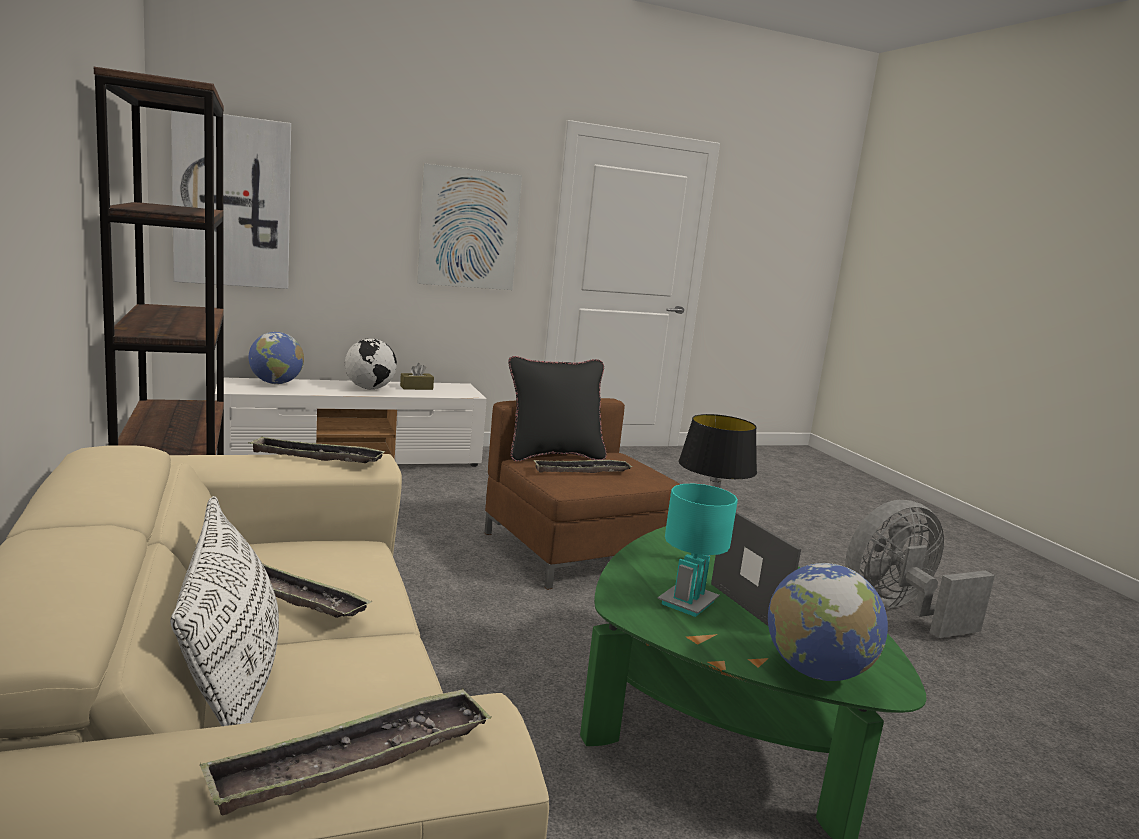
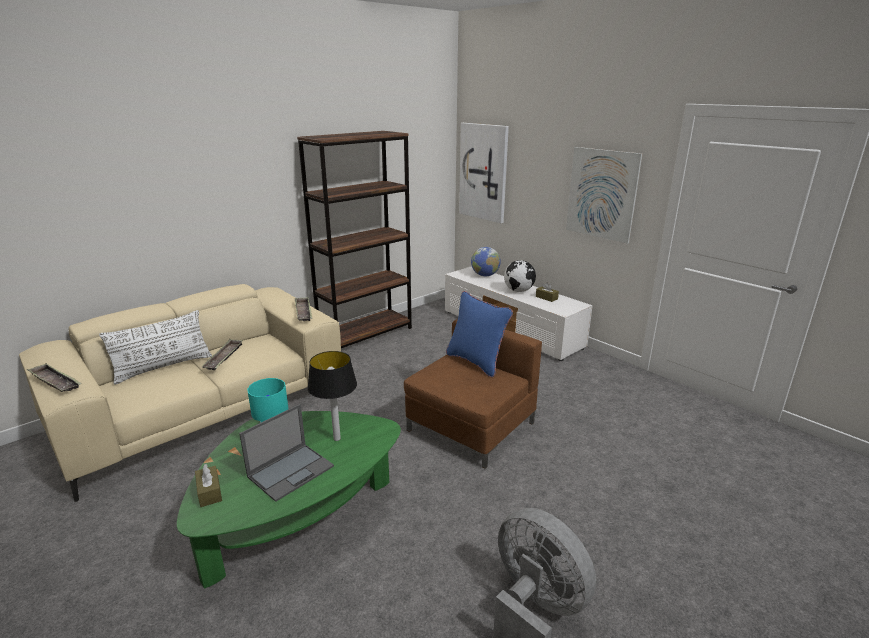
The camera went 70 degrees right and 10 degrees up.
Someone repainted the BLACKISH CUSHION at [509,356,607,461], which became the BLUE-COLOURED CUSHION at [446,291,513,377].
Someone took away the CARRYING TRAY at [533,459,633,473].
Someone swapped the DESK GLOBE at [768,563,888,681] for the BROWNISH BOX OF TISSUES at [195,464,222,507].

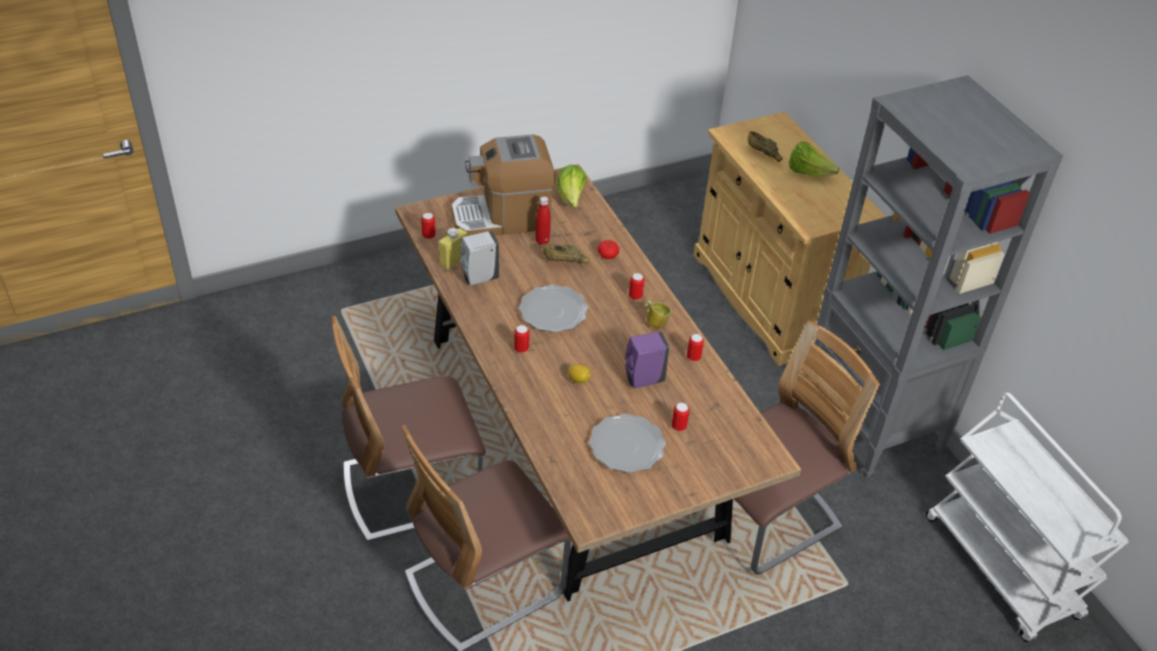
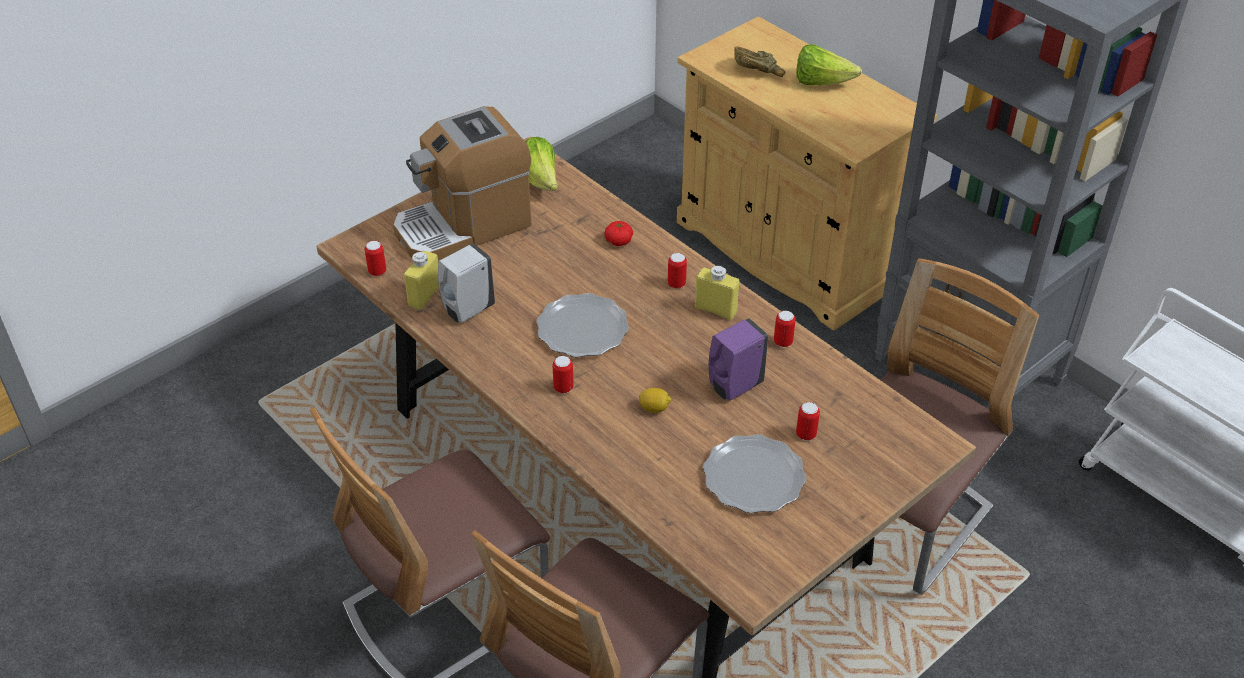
The camera went 15 degrees left and 0 degrees up.
Someone took away the REDDISH DRINK BOTTLE at [535,196,551,245].
Someone took away the BROWNISH BOWL at [542,244,589,263].
Someone swapped the COFFEE MUG at [644,300,671,328] for the YELLOWISH DRINK BOTTLE at [695,266,740,320].

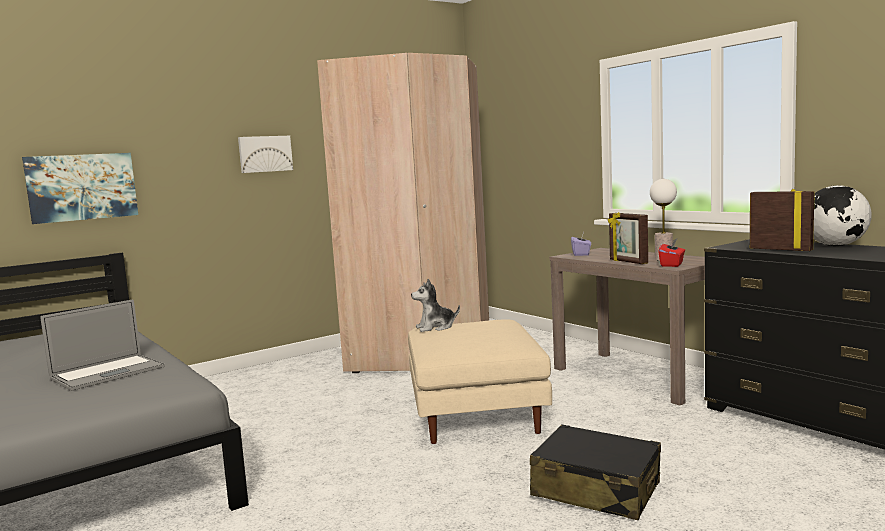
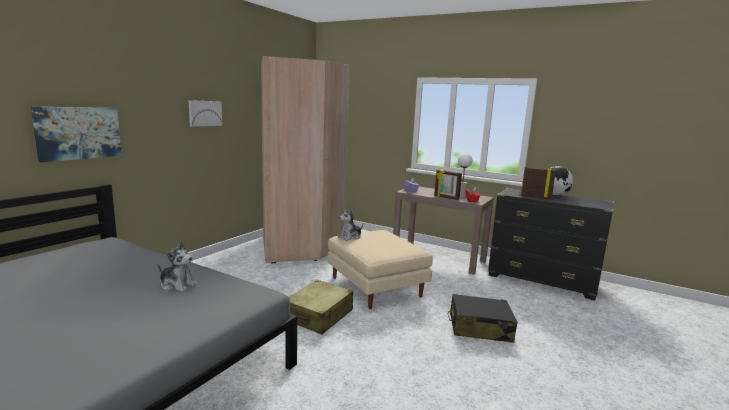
The camera went 25 degrees left and 5 degrees up.
Someone swapped the NOTEBOOK COMPUTER at [41,299,165,391] for the SOFT TOY at [158,241,198,292].
Someone put down the BEIGE-COLOURED PIECE OF LUGGAGE at [289,280,353,335].

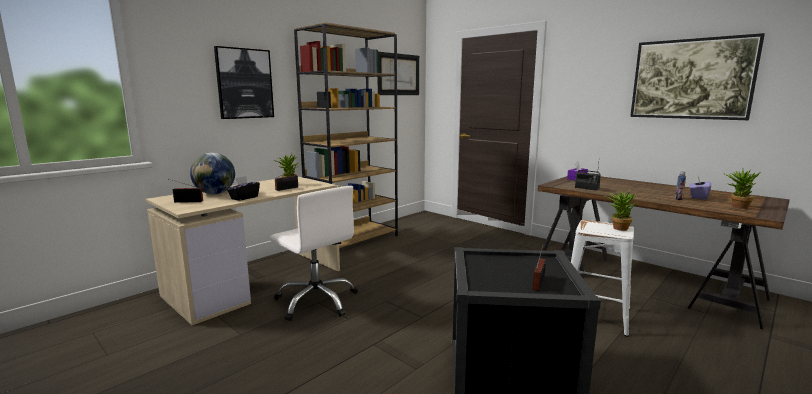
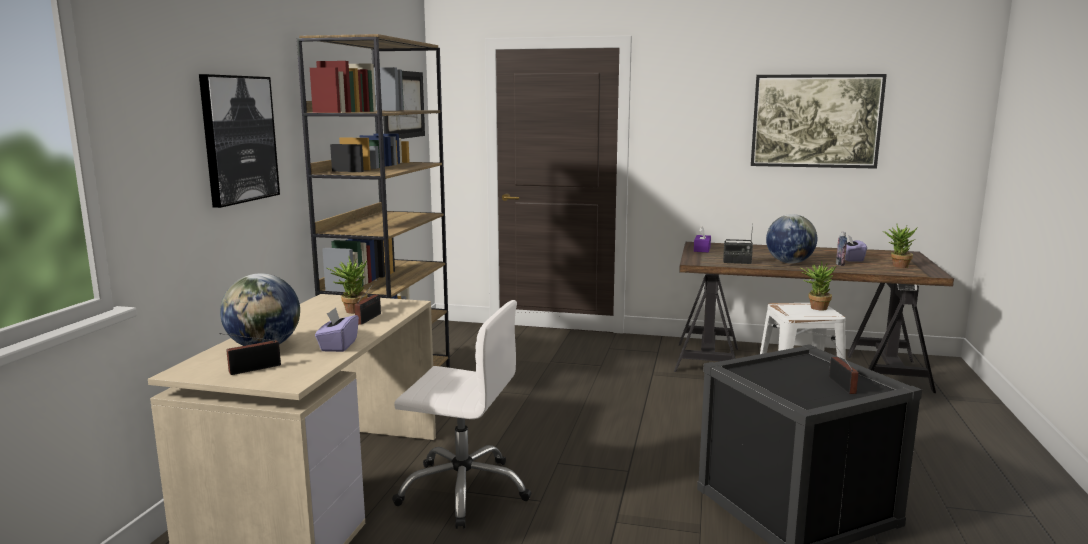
The camera went 30 degrees left and 0 degrees up.
Someone repainted the BLACKISH BOX OF TISSUES at [227,176,260,201], which became the PURPLISH BOX OF TISSUES at [315,307,359,352].
Someone put down the DESK GLOBE at [766,214,817,264].

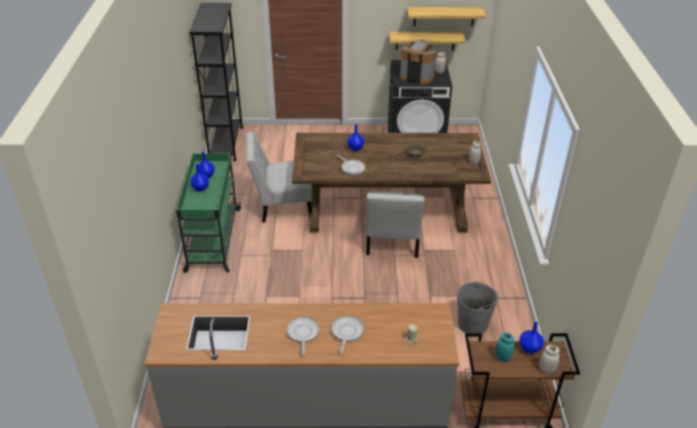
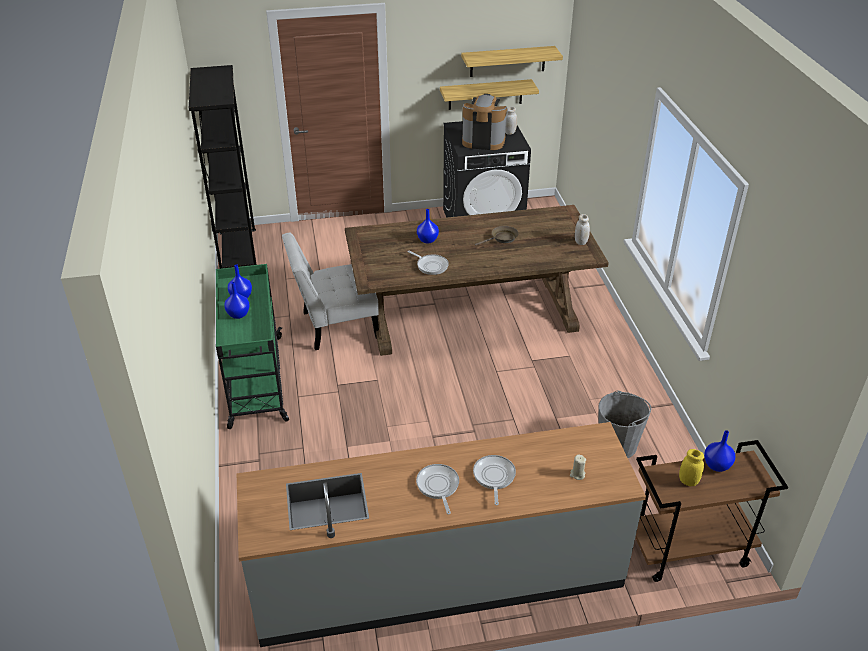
The camera went 10 degrees left and 0 degrees up.
Someone took away the WHITE PLAIN CHAIR at [366,191,425,258].
Someone repainted the TURQUOISE-COLOURED STORAGE JAR at [495,332,514,362], which became the YELLOWISH STORAGE JAR at [679,449,704,486].
Someone took away the WHITE STORAGE JAR at [539,345,560,374].

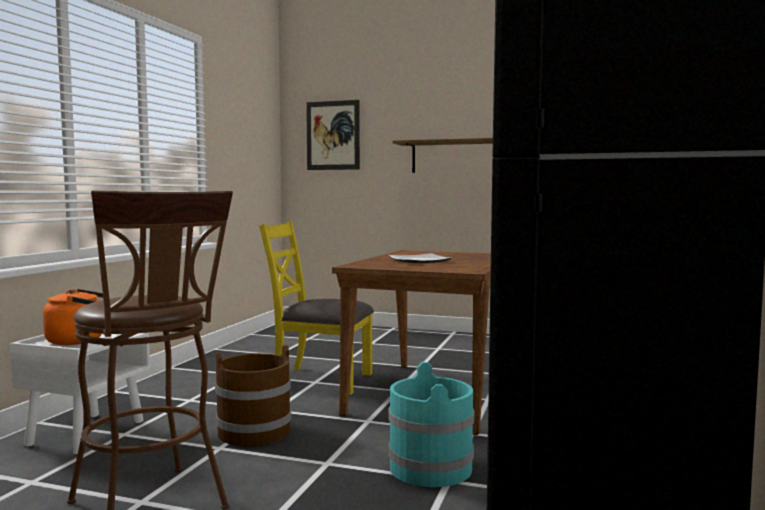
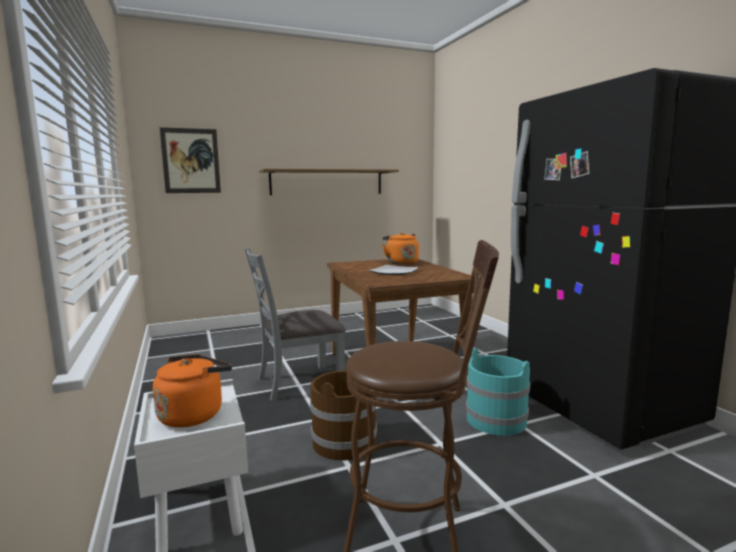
The camera went 40 degrees left and 5 degrees up.
Someone repainted the YELLOWISH PLAIN CHAIR at [259,221,374,395], which became the GRAY PLAIN CHAIR at [244,248,346,401].
Someone put down the ORANGE-COLOURED WATER KETTLE at [382,232,419,264].

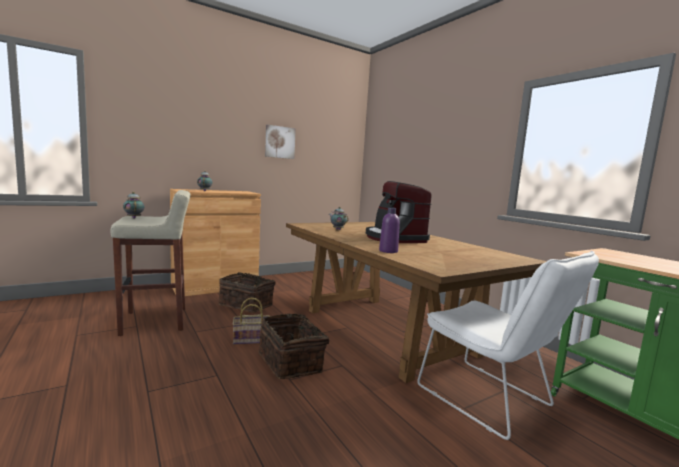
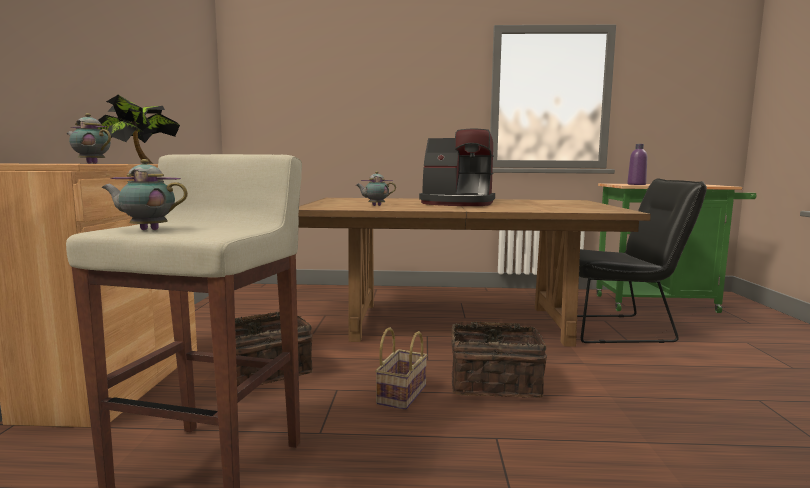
The camera went 55 degrees left and 0 degrees up.
Someone took away the PICTURE at [265,125,296,159].
Someone carried the PURPLISH DRINK BOTTLE from [379,207,400,253] to [627,144,647,185].
Someone repainted the WHITE PLAIN CHAIR at [417,251,599,440], which became the BLACKISH PLAIN CHAIR at [577,179,707,343].
Someone put down the POTTED PLANT at [97,95,180,164].

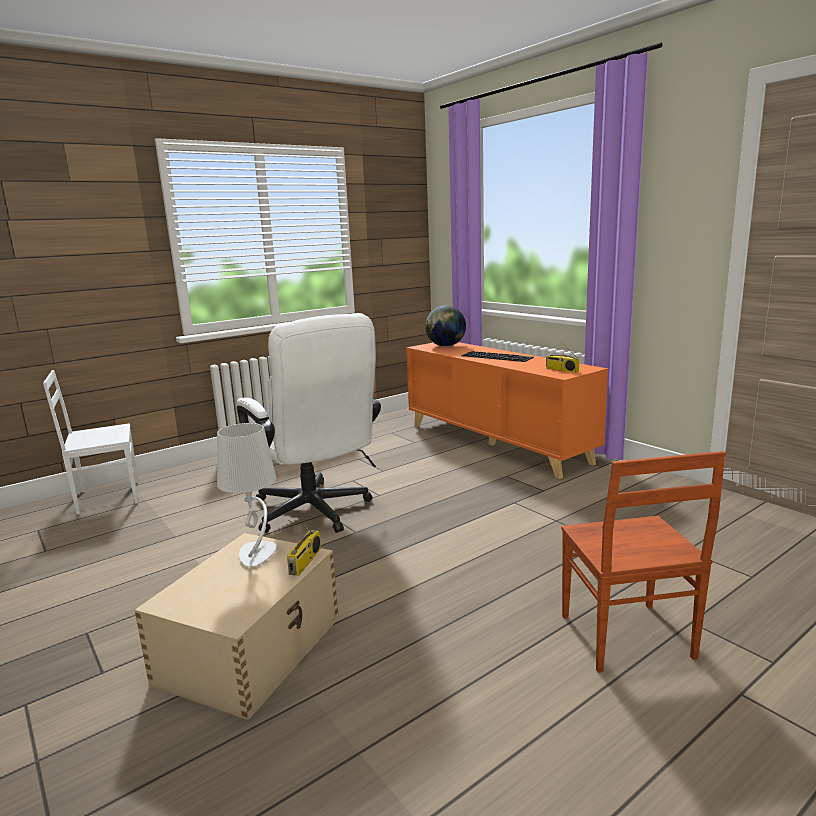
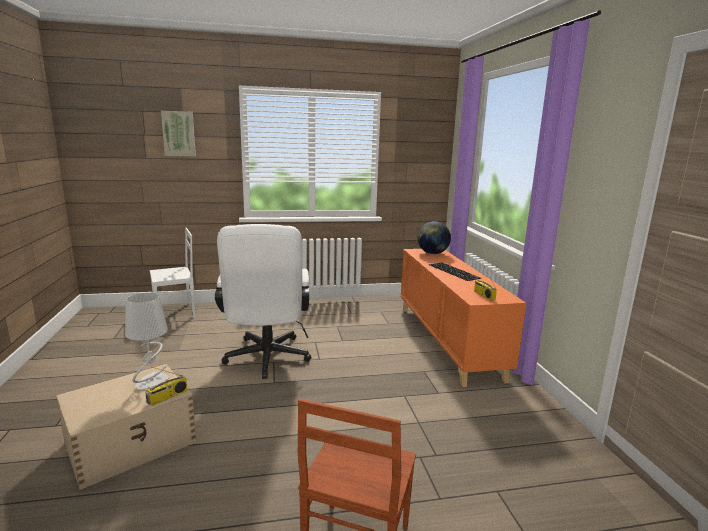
The camera went 25 degrees right and 0 degrees up.
Someone rotated the WHITE PLAIN CHAIR at [43,370,139,515] by 150 degrees clockwise.
Someone put up the PICTURE at [161,111,196,156].

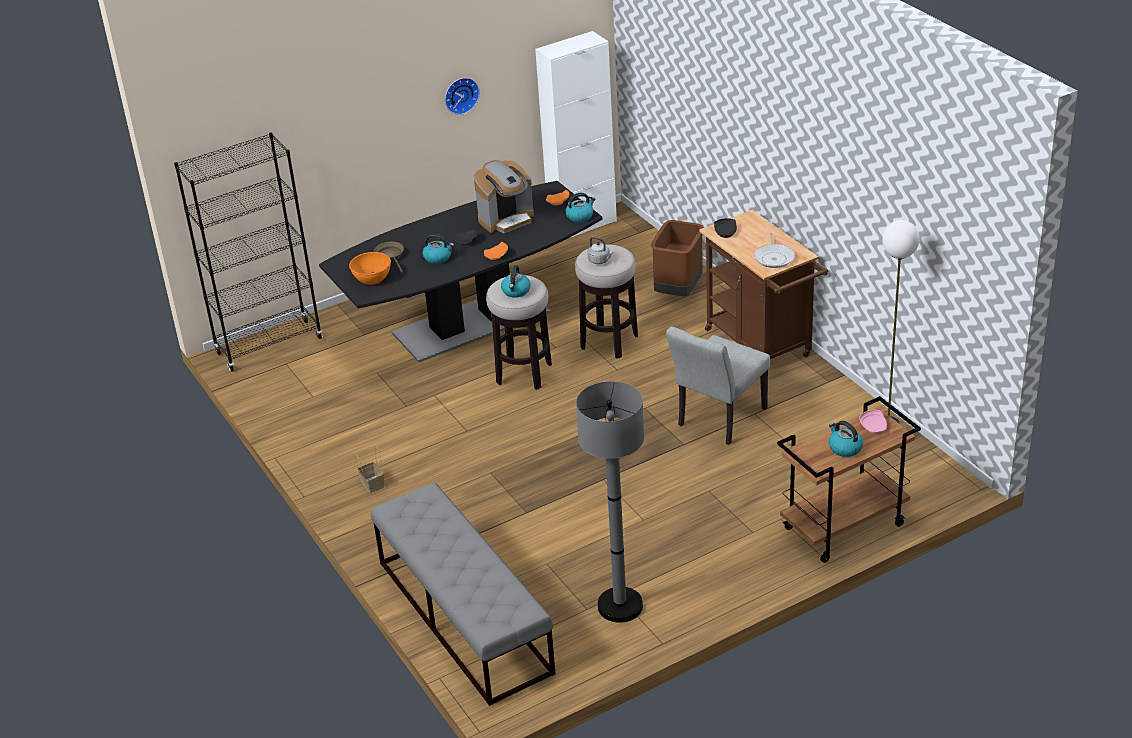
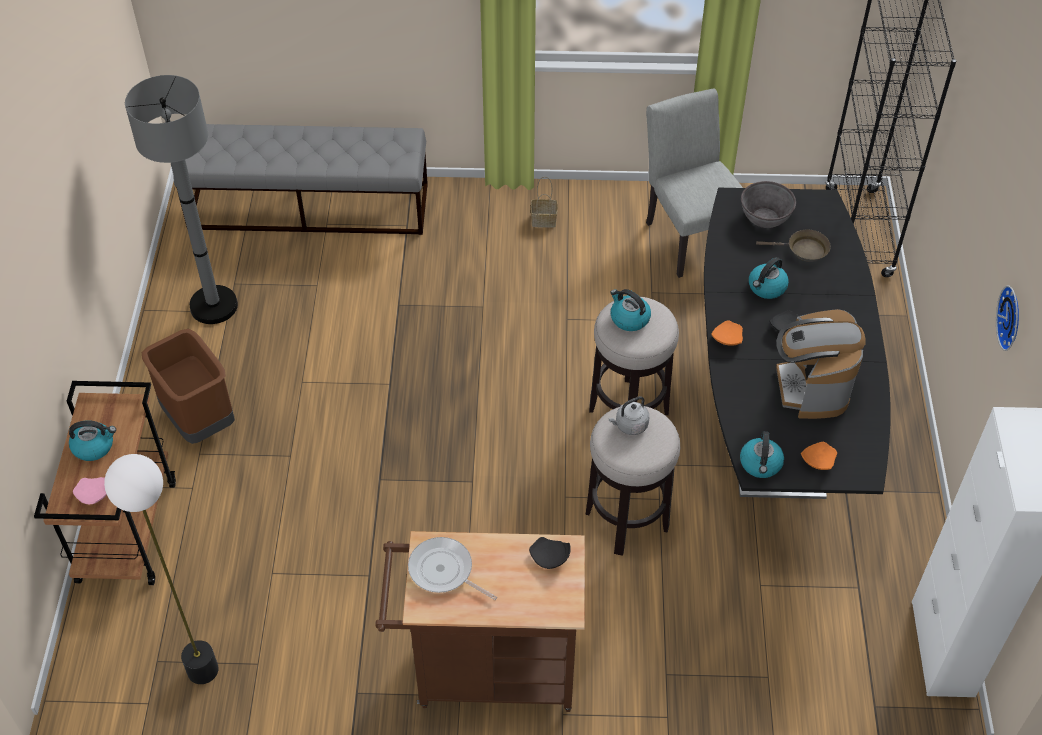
The camera went 120 degrees right and 15 degrees up.
Someone repainted the ORANGE-COLOURED BOWL at [349,252,391,285], which became the GRAY BOWL at [741,181,796,228].
Someone carried the BROWNISH WASTE BIN from [651,220,704,296] to [142,329,235,444].
Someone carried the GRAY PLAIN CHAIR from [666,326,770,445] to [646,88,743,278].

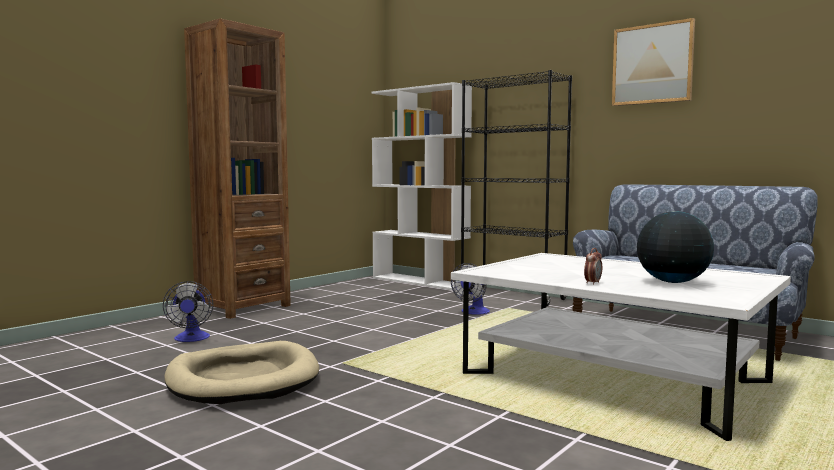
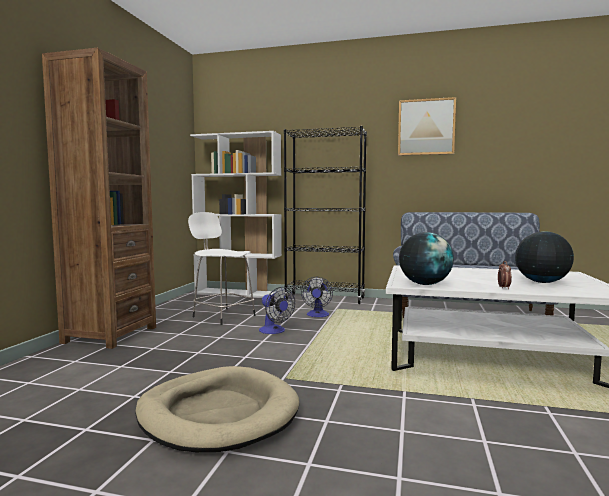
The camera went 25 degrees left and 0 degrees up.
Someone carried the FAN from [163,281,213,342] to [259,287,295,334].
Someone put down the WHITE STOOL at [188,212,256,325].
Someone put down the DESK GLOBE at [399,232,454,285].

